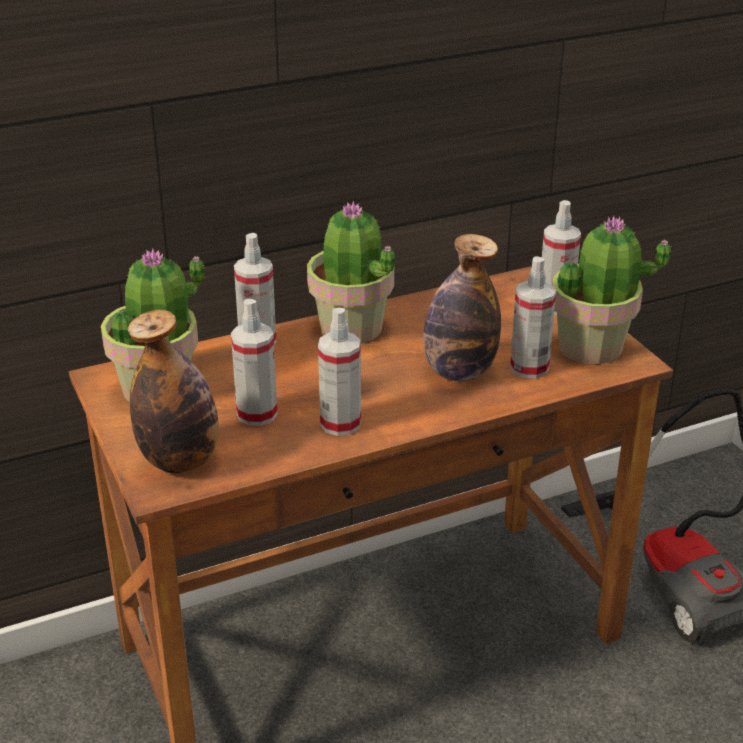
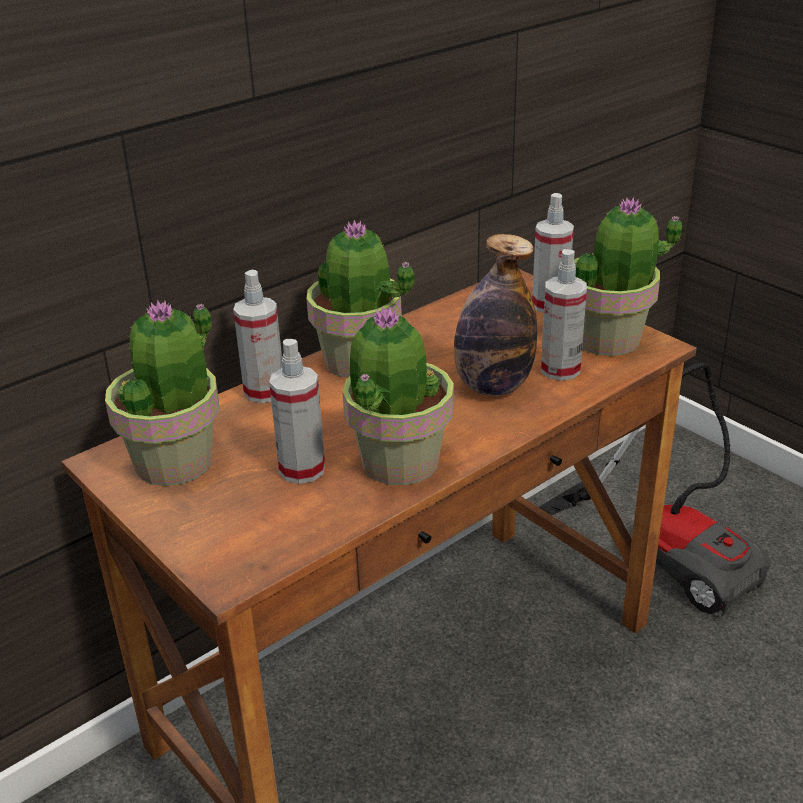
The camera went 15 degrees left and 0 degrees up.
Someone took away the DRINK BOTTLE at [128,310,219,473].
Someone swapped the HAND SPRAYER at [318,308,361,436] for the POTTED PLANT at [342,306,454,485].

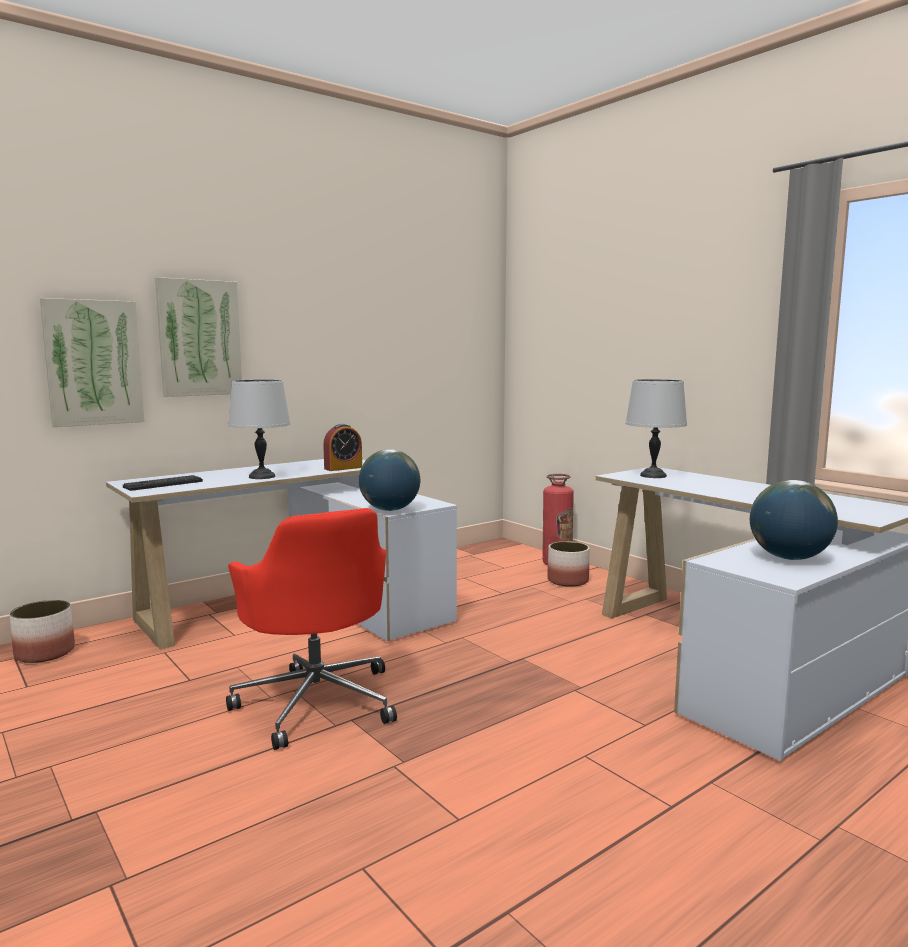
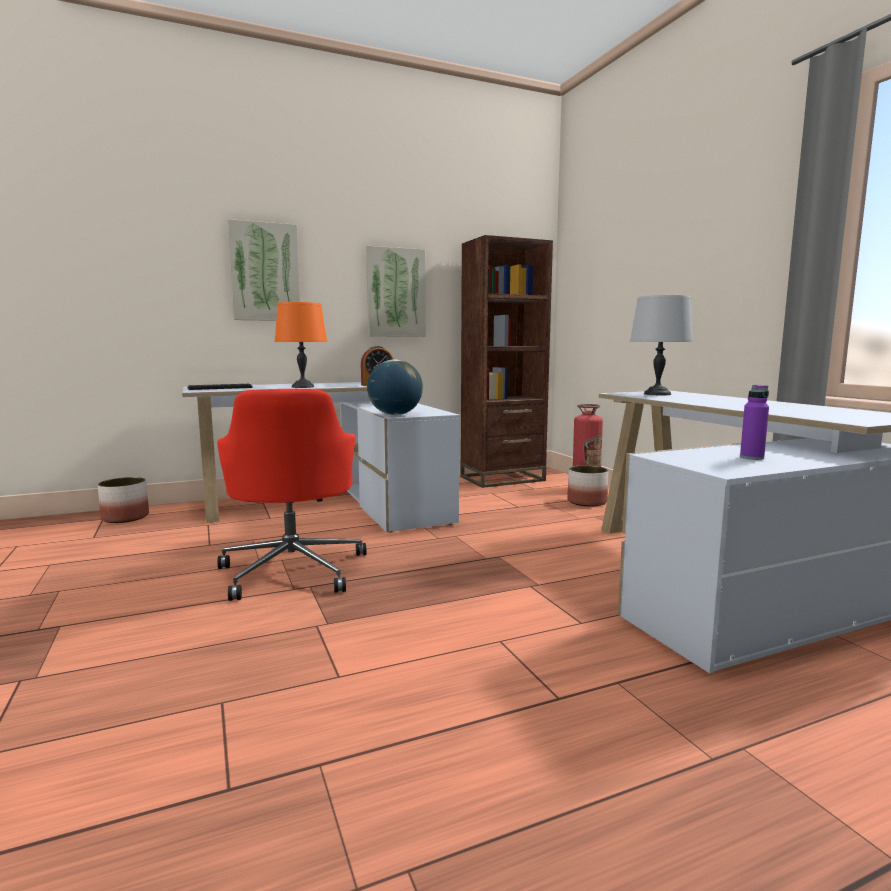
The camera went 15 degrees right and 0 degrees up.
Someone carried the PICTURE from [40,298,144,427] to [366,246,426,337].
Someone repainted the GRAY LAMP FOR A TABLE at [228,379,290,479], which became the ORANGE-COLOURED LAMP FOR A TABLE at [275,302,327,388].
Someone swapped the DESK GLOBE at [750,480,838,560] for the PURPLISH DRINK BOTTLE at [740,385,769,460].
Someone put down the BROWNISH BOOKSHELF at [460,235,553,488].

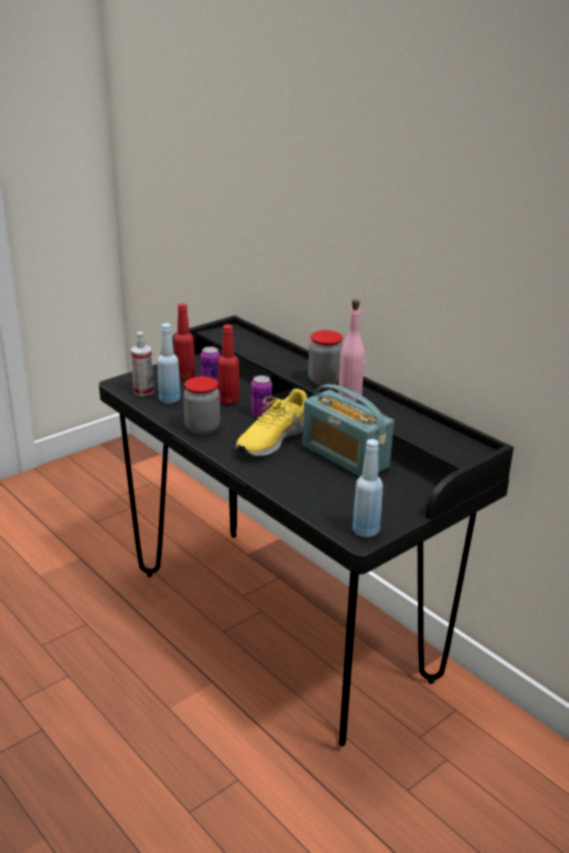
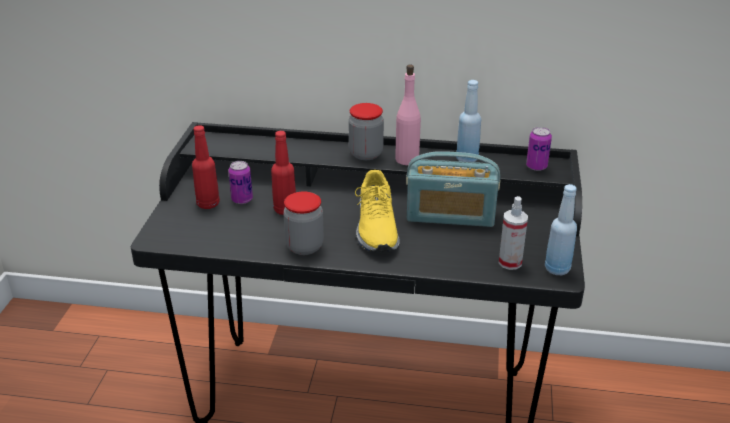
The camera went 40 degrees left and 5 degrees up.
Someone carried the HAND SPRAYER from [131,332,154,396] to [498,196,528,270].
Someone carried the BLUE-COLOURED DRINK BOTTLE from [157,323,180,404] to [456,80,481,162].
Someone carried the SEALED CAN from [251,375,272,417] to [526,127,552,171].

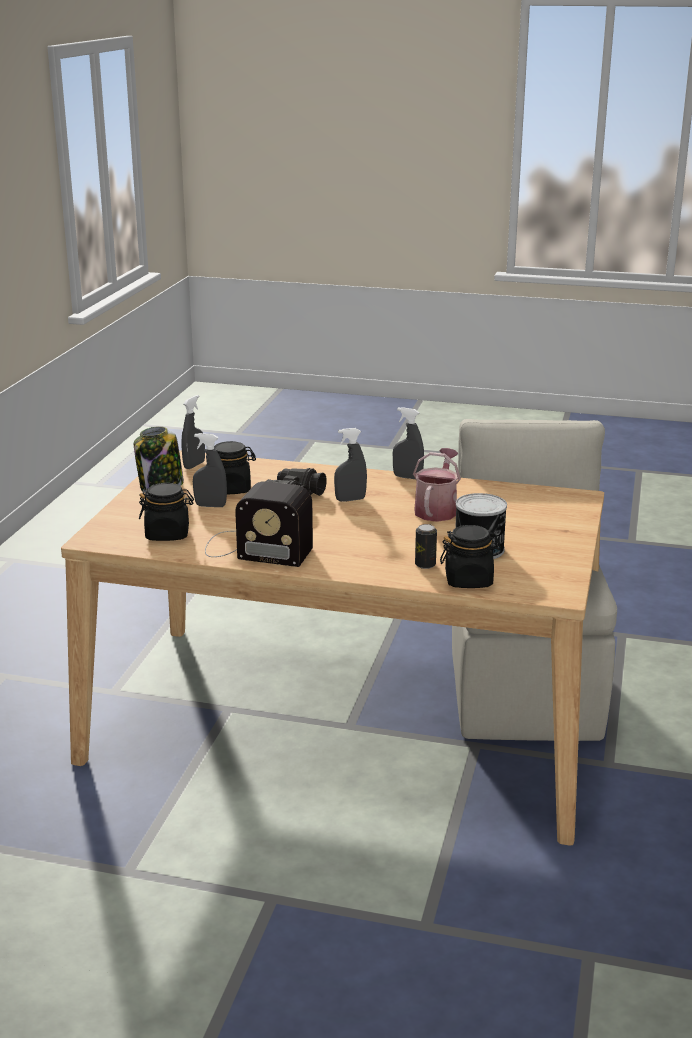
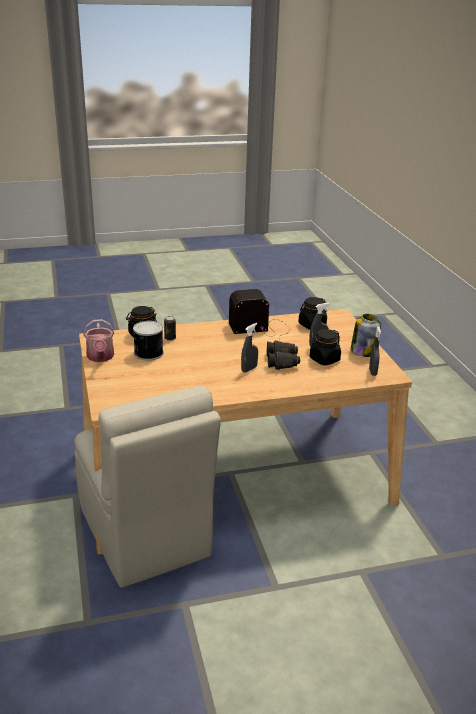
The camera went 150 degrees right and 5 degrees up.
Someone took away the GRAY HAND SPRAYER at [393,407,424,479].
Someone carried the WATERING CAN from [413,448,461,522] to [83,319,114,362].

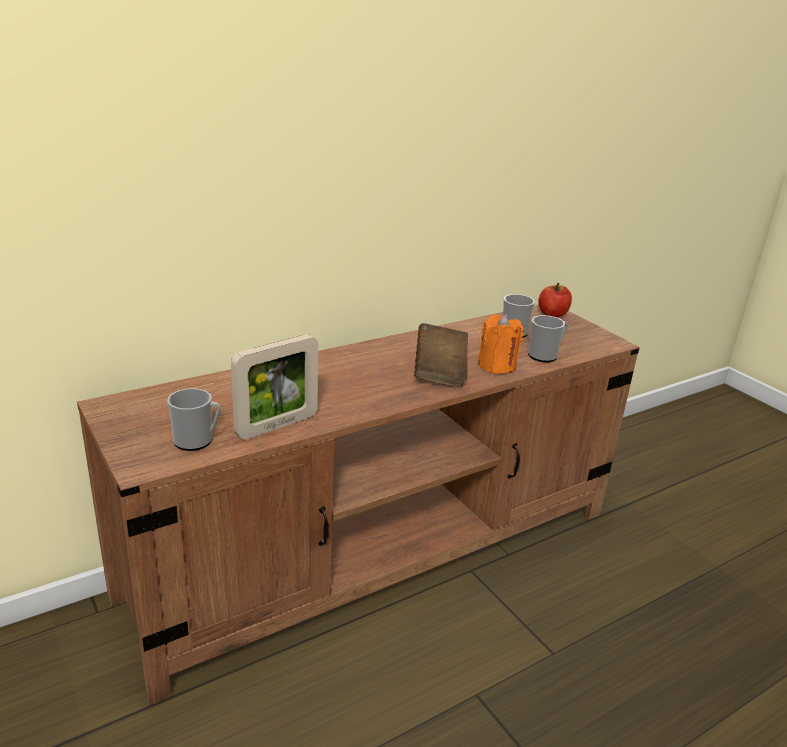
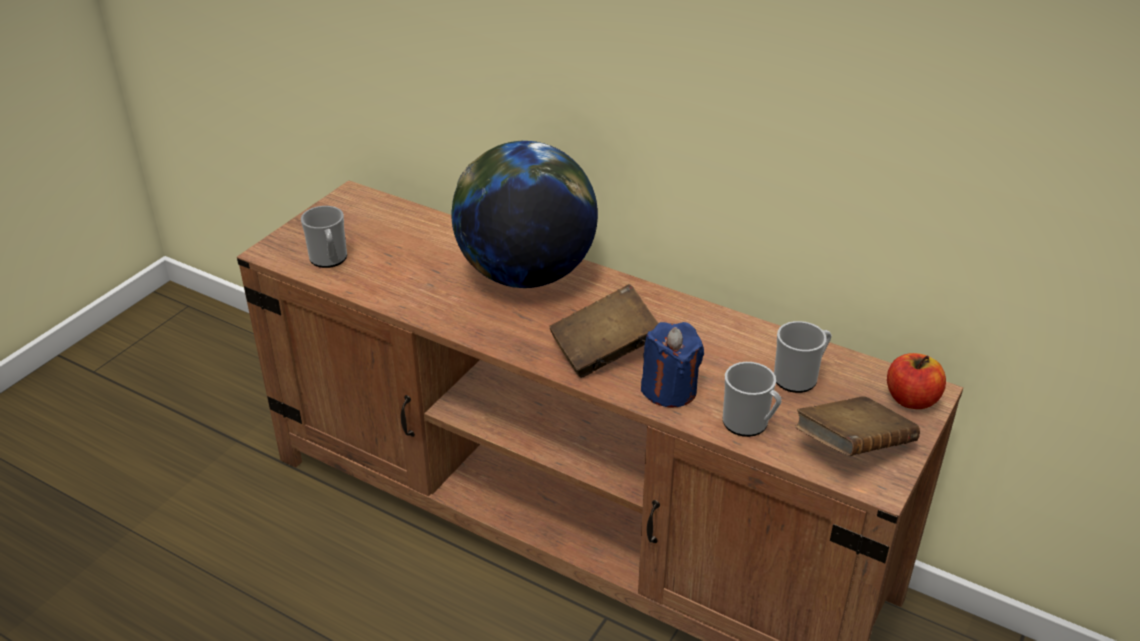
The camera went 65 degrees right and 10 degrees up.
Someone took away the PICTURE FRAME at [231,334,318,440].
Someone repainted the ORANGE-COLOURED CANDLE at [478,314,524,374], which became the BLUE-COLOURED CANDLE at [641,322,704,408].
Someone put down the DESK GLOBE at [451,141,598,288].
Someone put down the BROWNISH BOUND BOOK at [795,396,920,456].

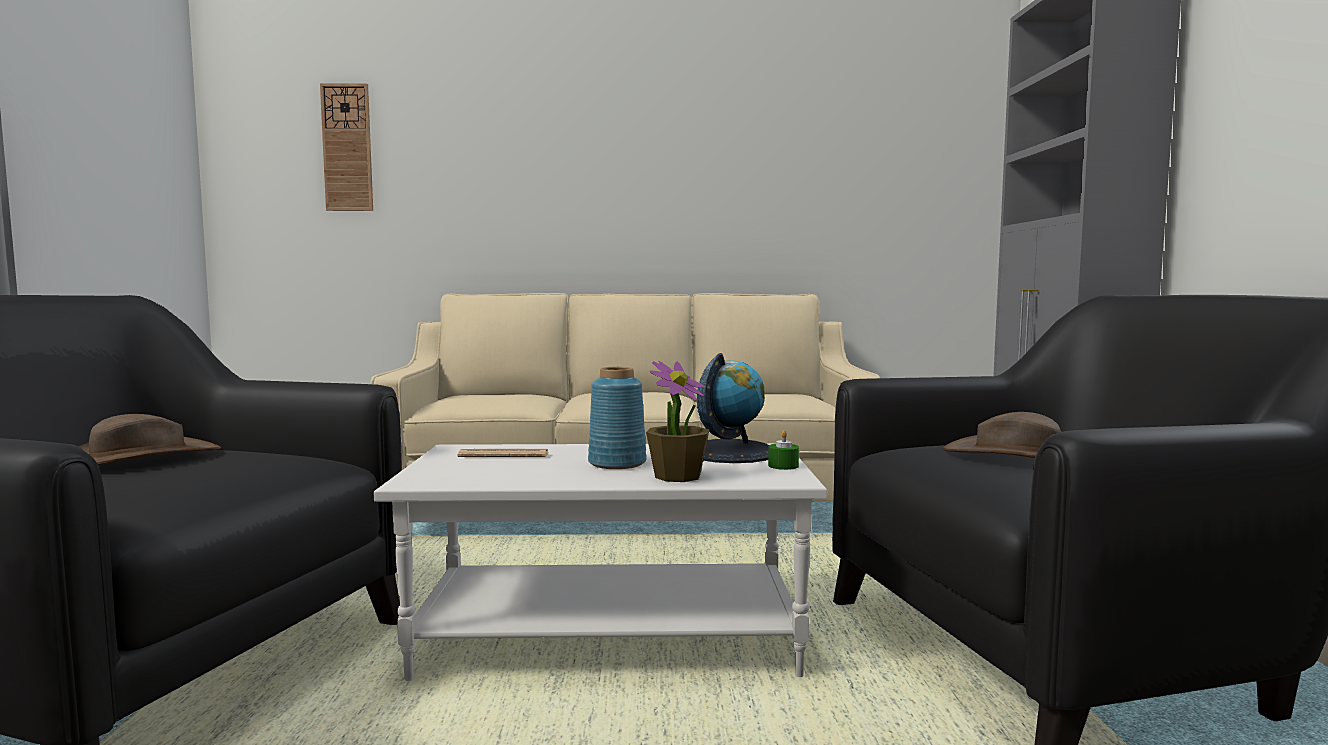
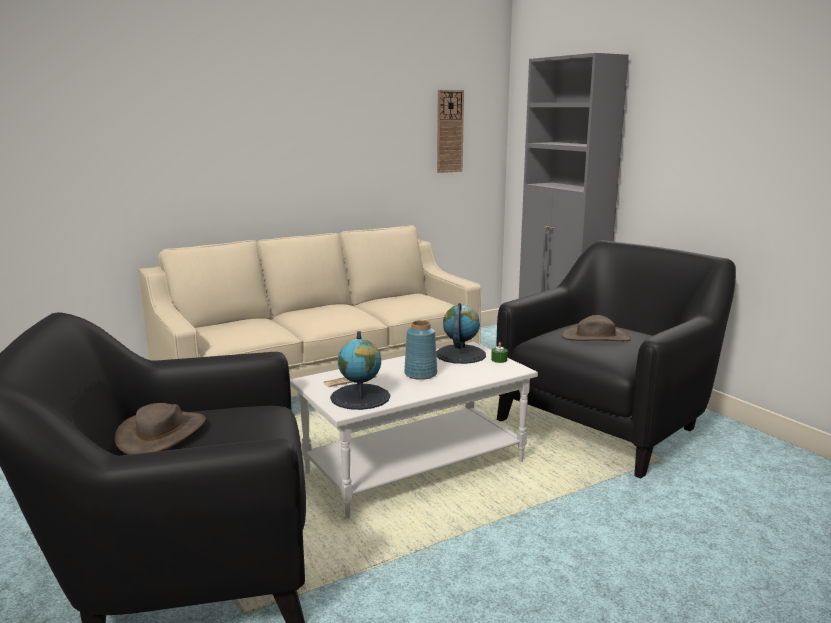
The camera went 30 degrees left and 10 degrees up.
Someone carried the HANGING CLOCK from [320,83,373,211] to [437,90,464,173].
Someone took away the POTTED PLANT at [646,361,709,482].
Someone put down the DESK GLOBE at [330,331,390,410].

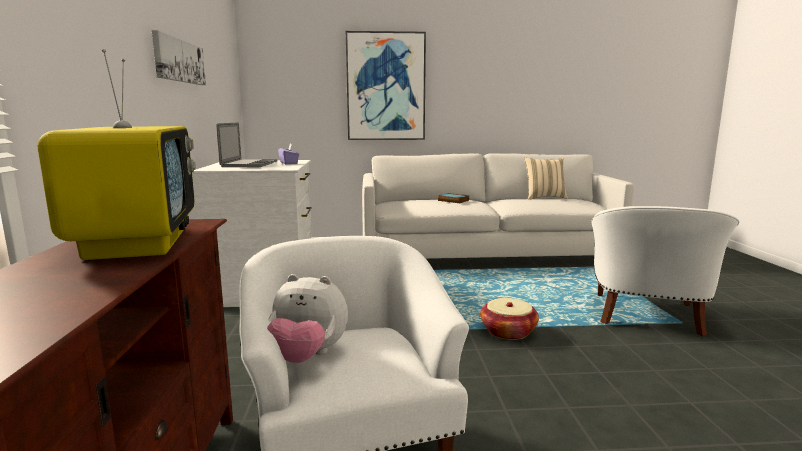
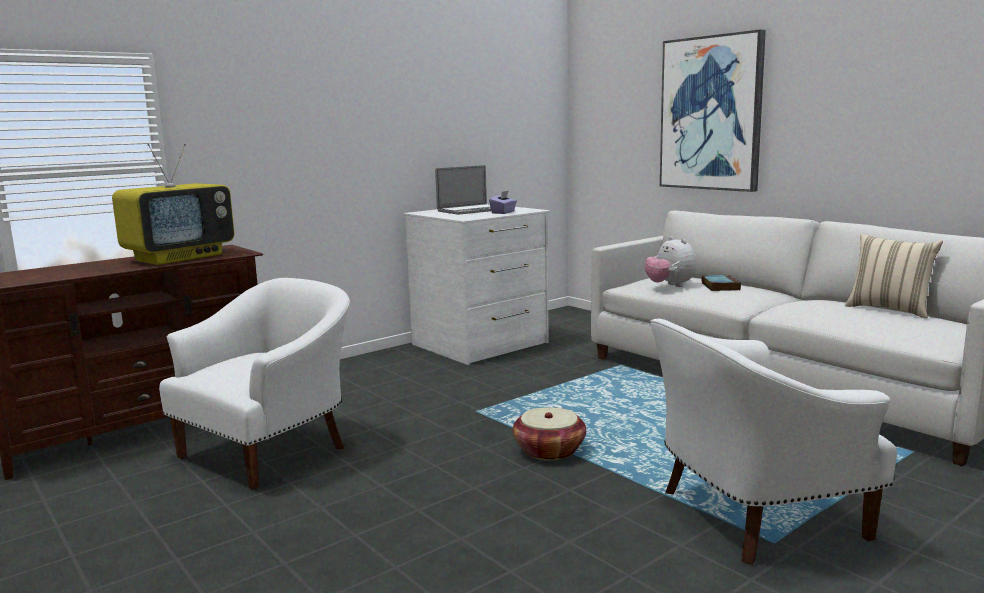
The camera went 55 degrees right and 0 degrees up.
Someone took away the PICTURE at [152,30,206,85].
Someone carried the SOFT TOY from [267,274,348,363] to [644,237,696,287].

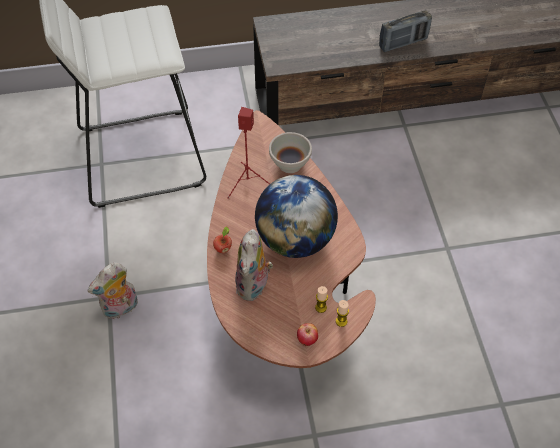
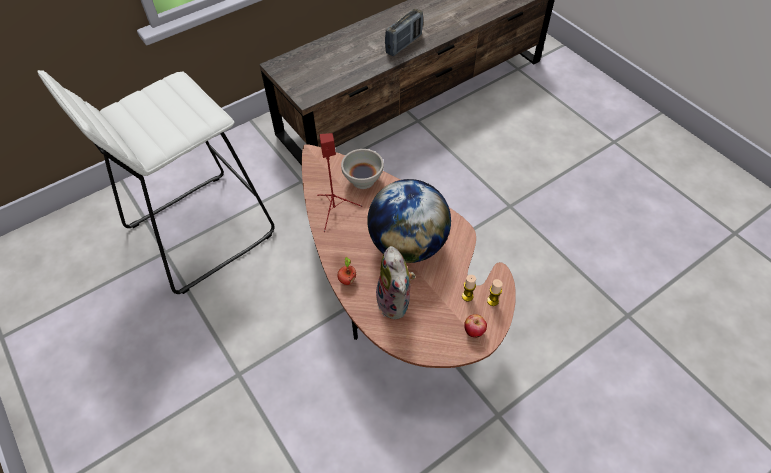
The camera went 25 degrees left and 0 degrees up.
Someone took away the SOFT TOY at [88,263,138,319].

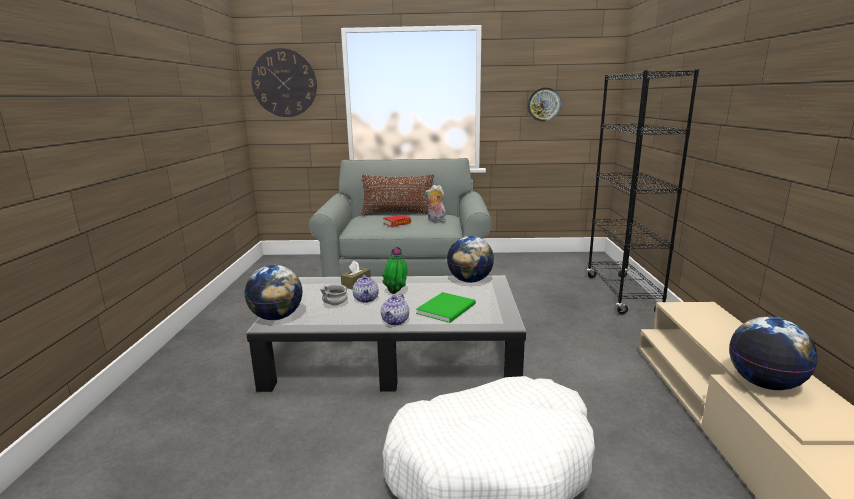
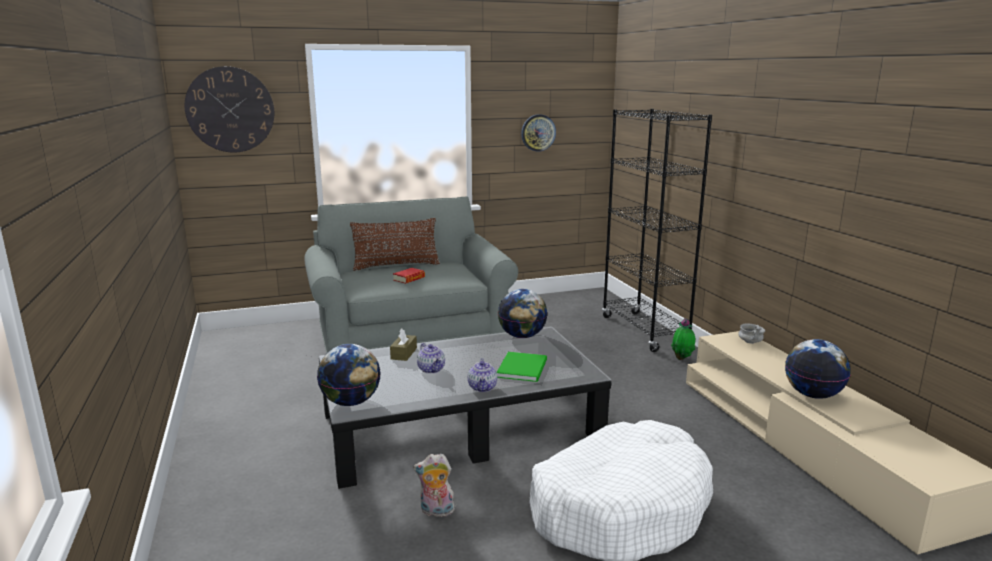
The camera went 20 degrees left and 0 degrees up.
Someone carried the GRAY BOWL from [320,284,348,306] to [738,323,765,344].
Someone carried the POTTED PLANT from [382,246,407,294] to [671,318,696,360].
Someone carried the SOFT TOY from [425,185,446,223] to [413,454,455,517].

